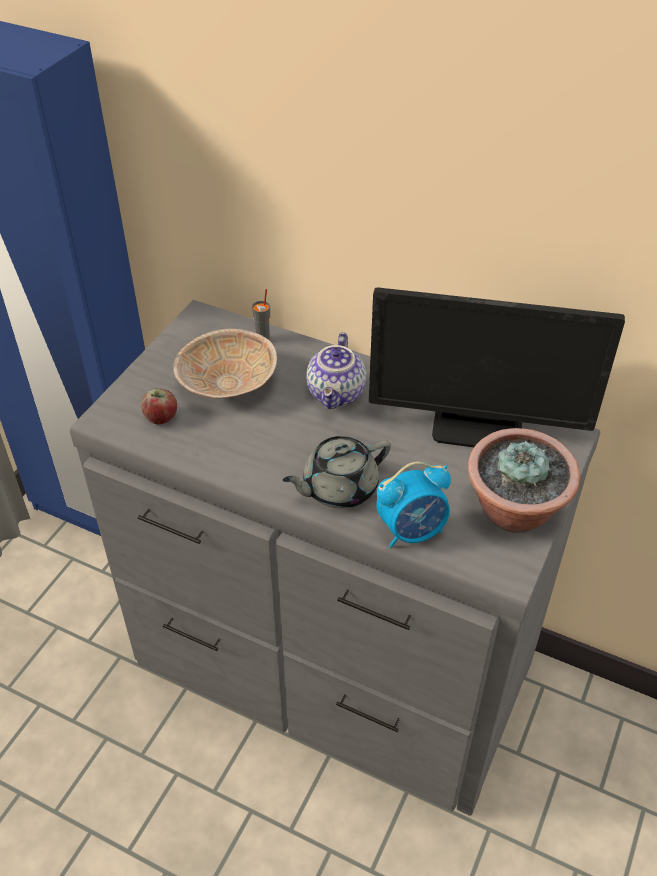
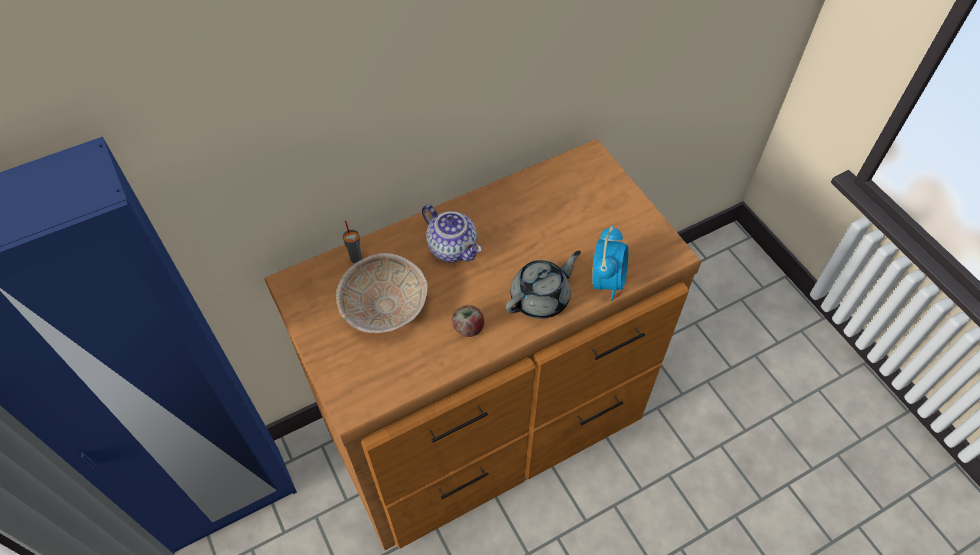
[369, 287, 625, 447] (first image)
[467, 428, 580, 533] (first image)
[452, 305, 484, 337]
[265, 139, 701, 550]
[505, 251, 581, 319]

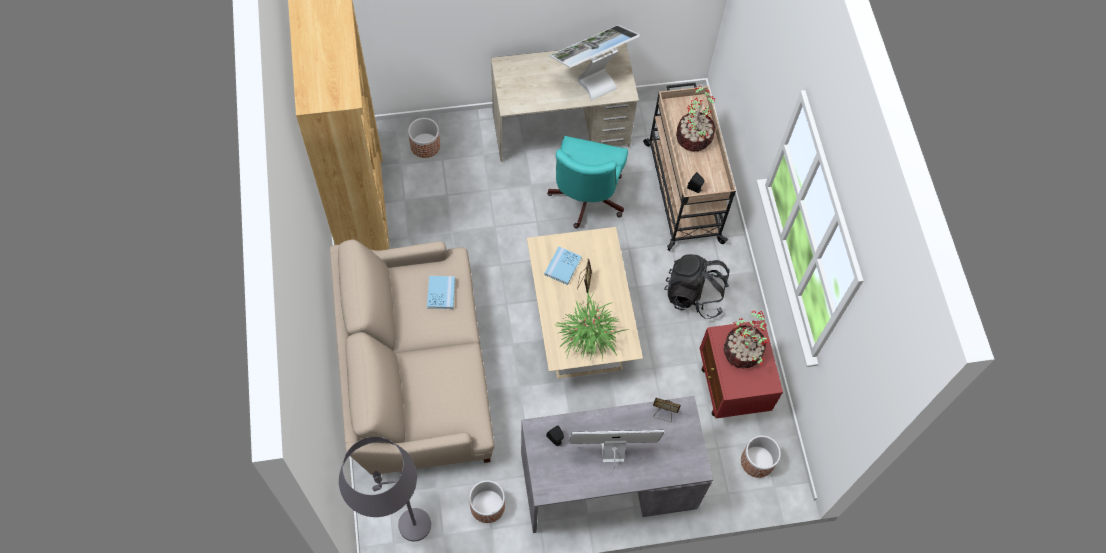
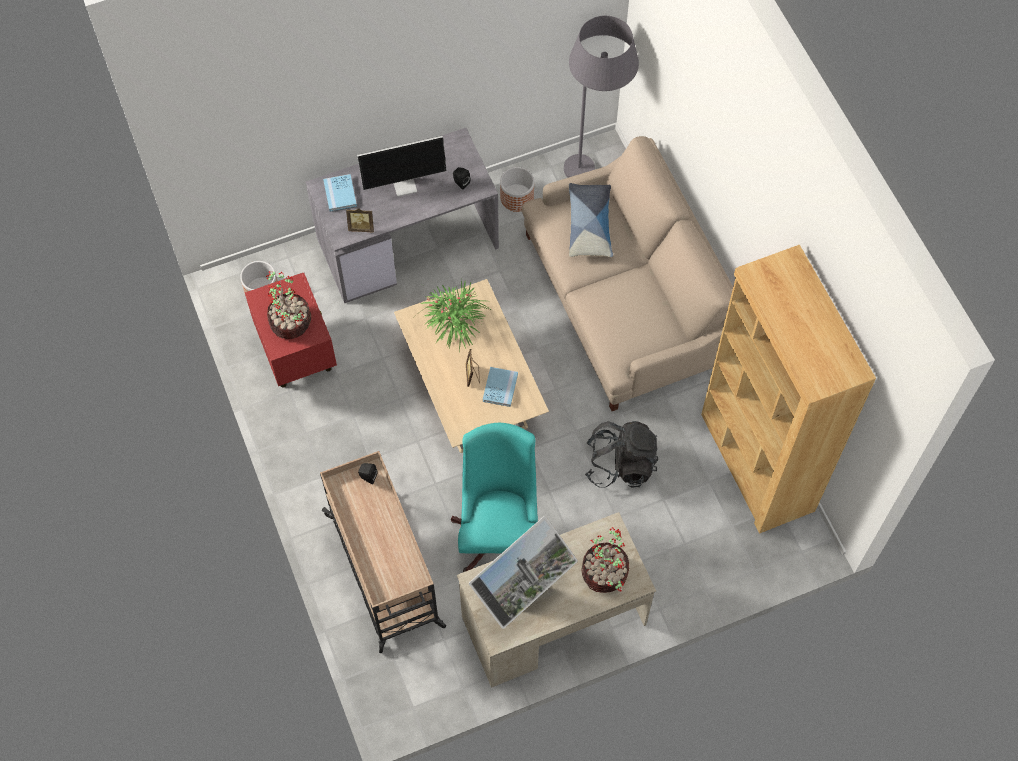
[408, 118, 440, 158] (first image)
[569, 183, 613, 257]
[323, 174, 357, 211]
[585, 421, 658, 488]
[581, 527, 629, 593]

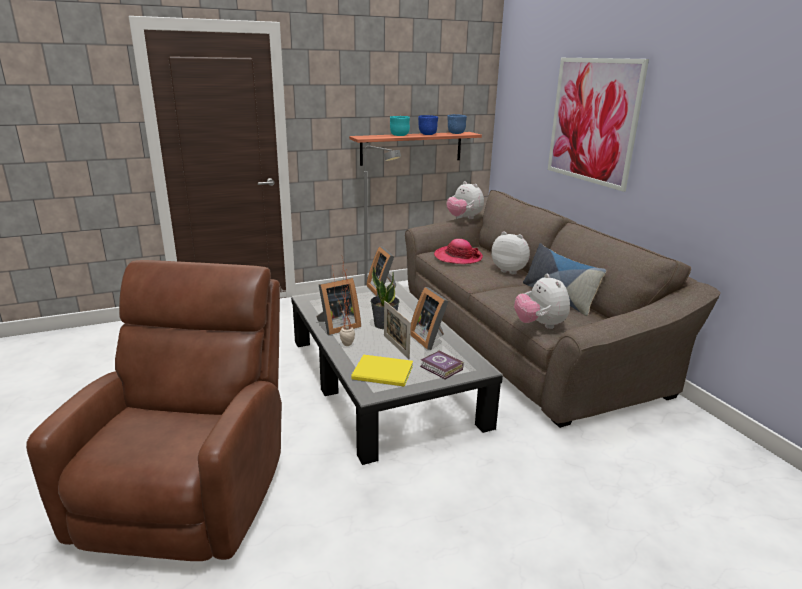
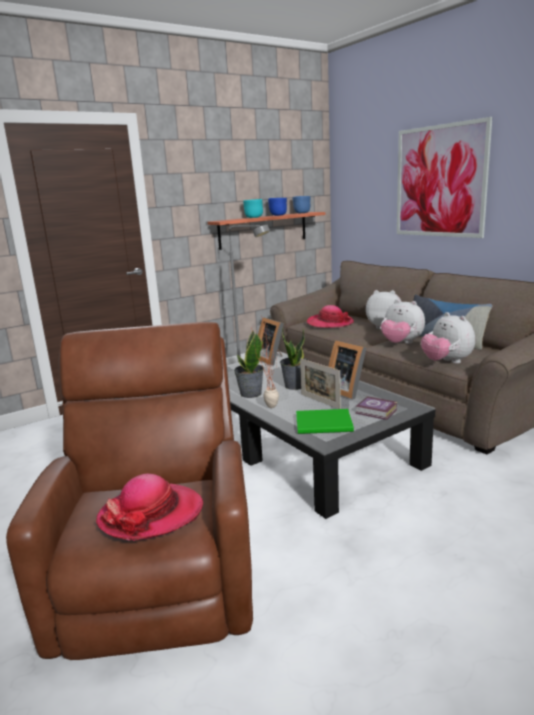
[96, 474, 203, 541]
[381, 299, 425, 344]
[234, 331, 264, 398]
[296, 409, 354, 434]

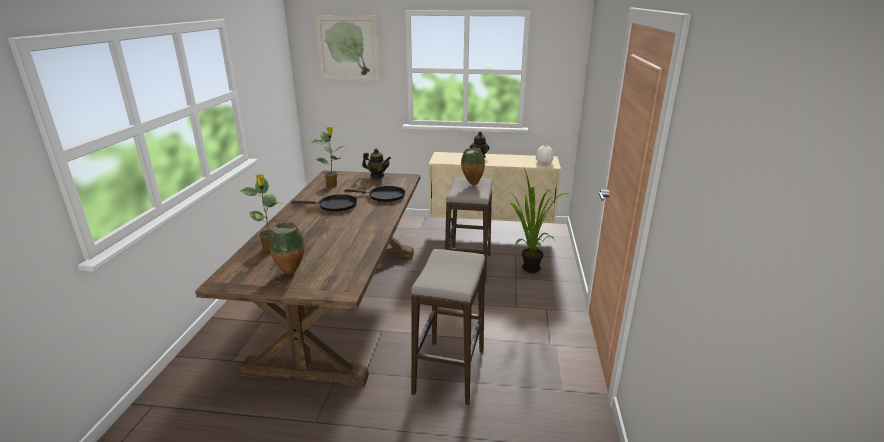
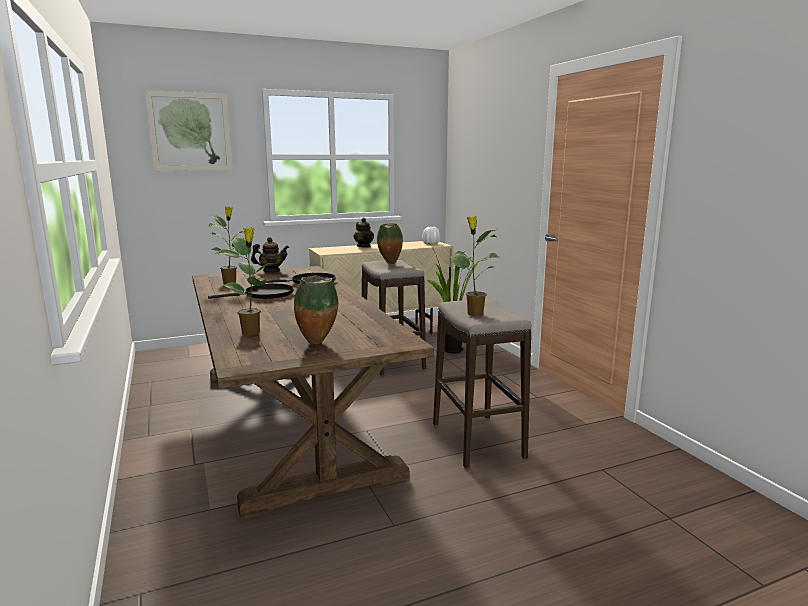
[450, 216, 499, 316]

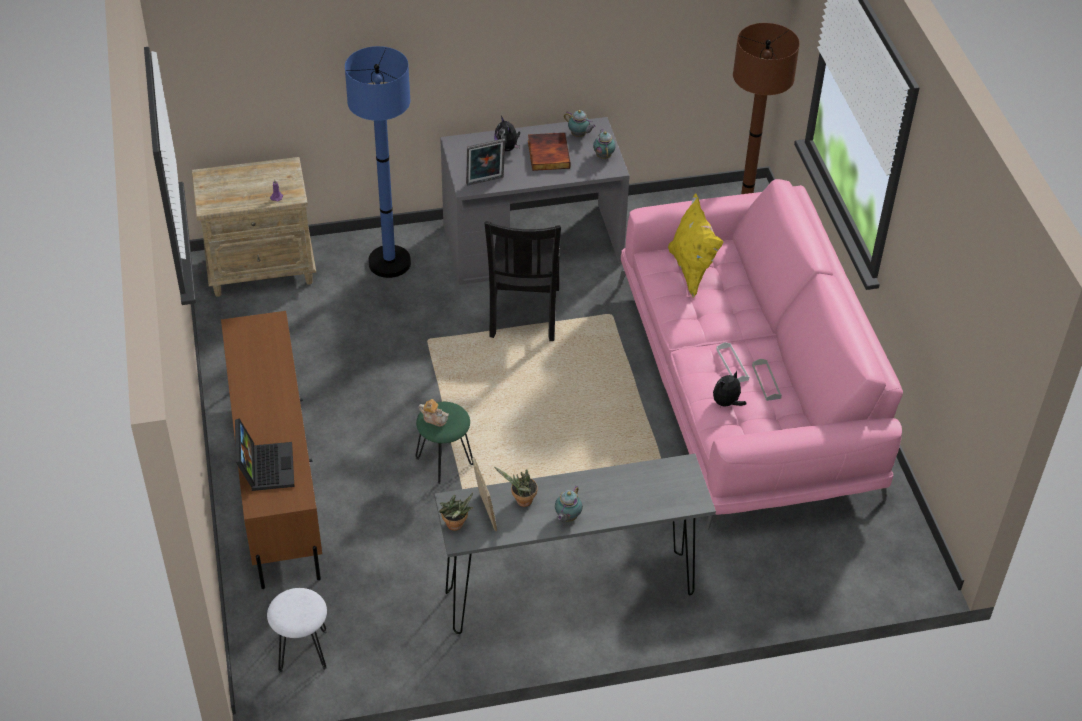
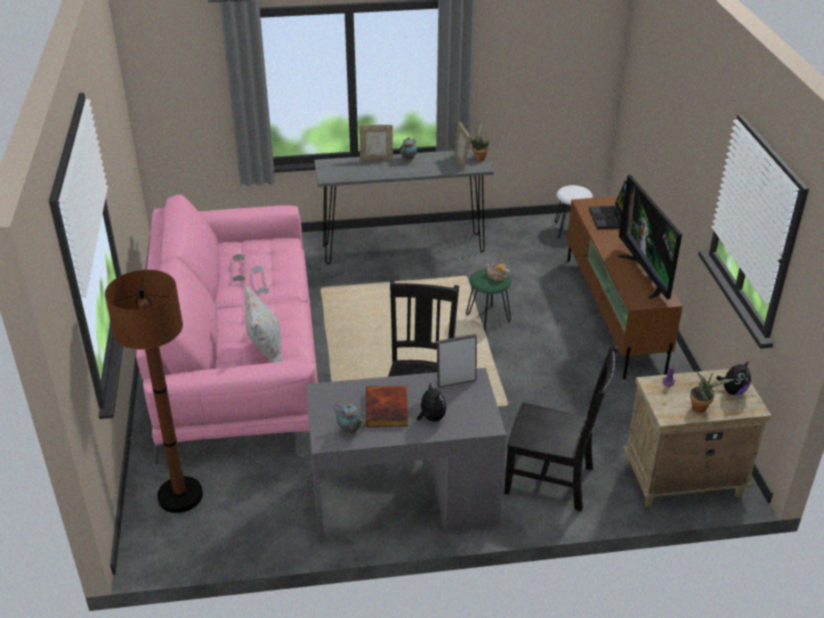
[593, 129, 616, 159] (first image)
[359, 125, 393, 161]
[618, 175, 682, 300]
[690, 371, 734, 413]
[716, 361, 751, 395]
[504, 346, 617, 512]
[244, 284, 282, 363]

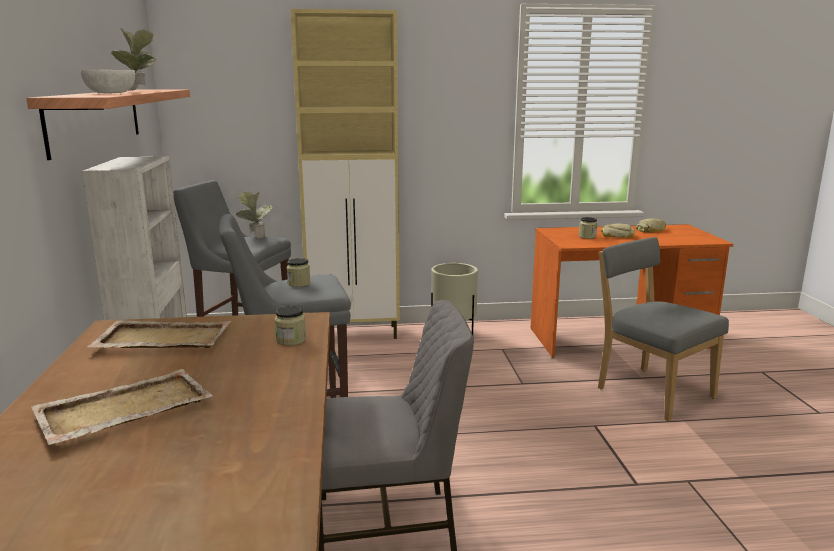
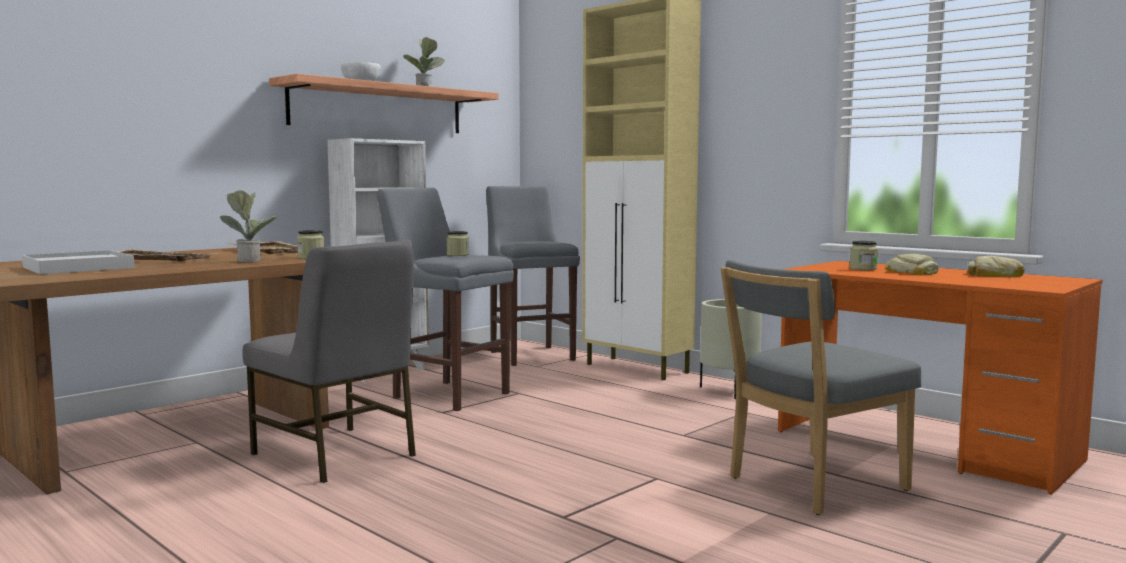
[22, 250, 135, 274]
[220, 190, 277, 262]
[720, 260, 921, 515]

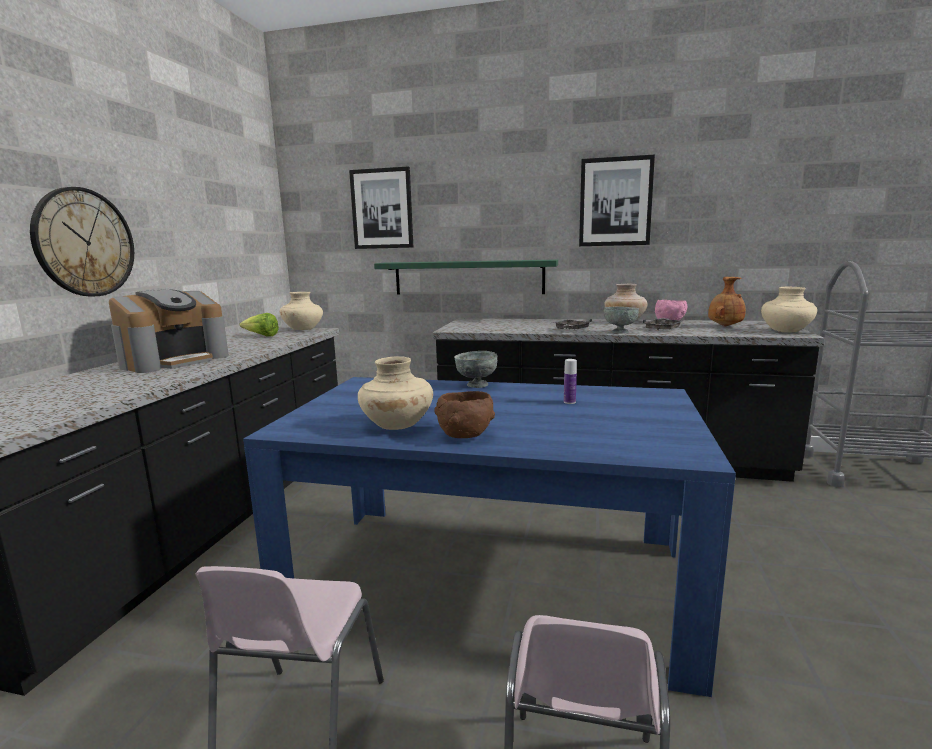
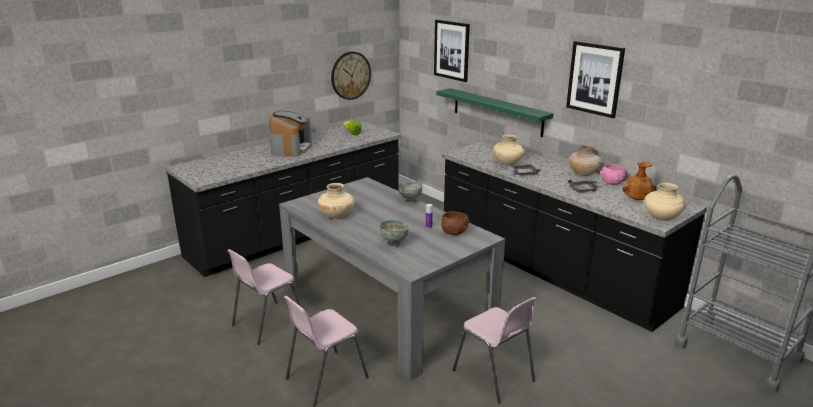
[453, 297, 537, 404]
[331, 52, 371, 100]
[493, 135, 524, 165]
[441, 211, 469, 236]
[380, 220, 409, 248]
[279, 177, 505, 381]
[269, 109, 312, 157]

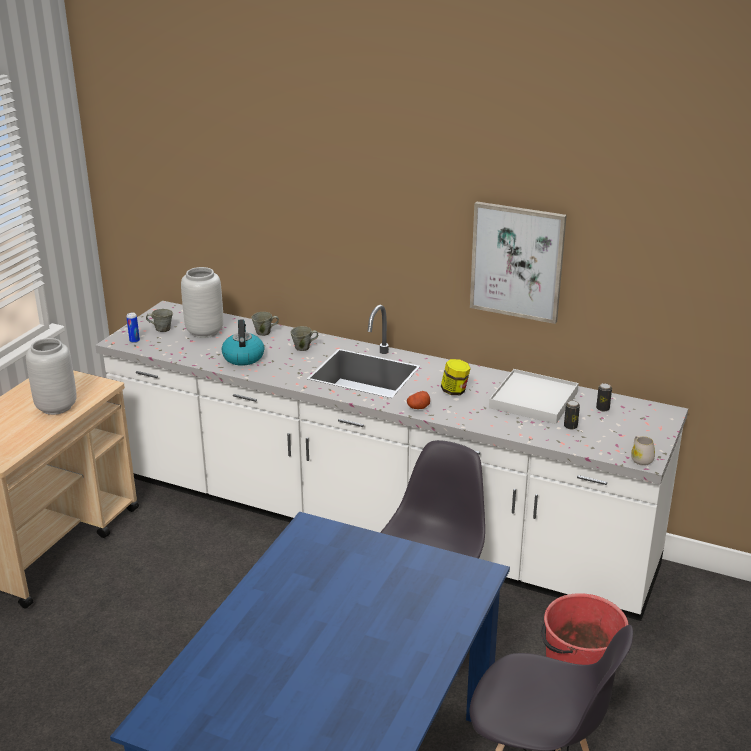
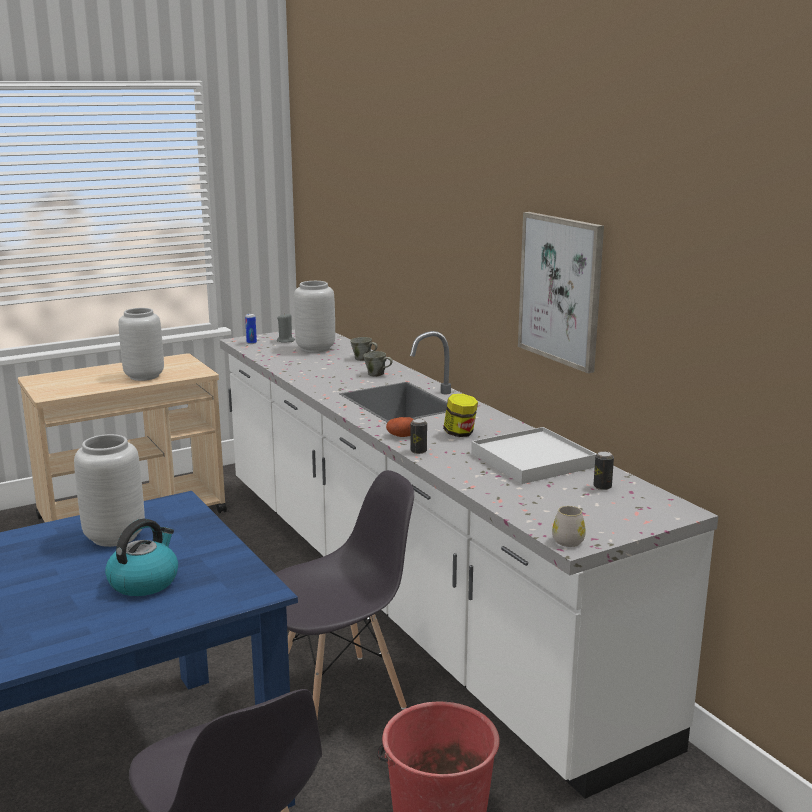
[74, 434, 145, 547]
[105, 519, 178, 596]
[411, 418, 427, 454]
[277, 313, 295, 343]

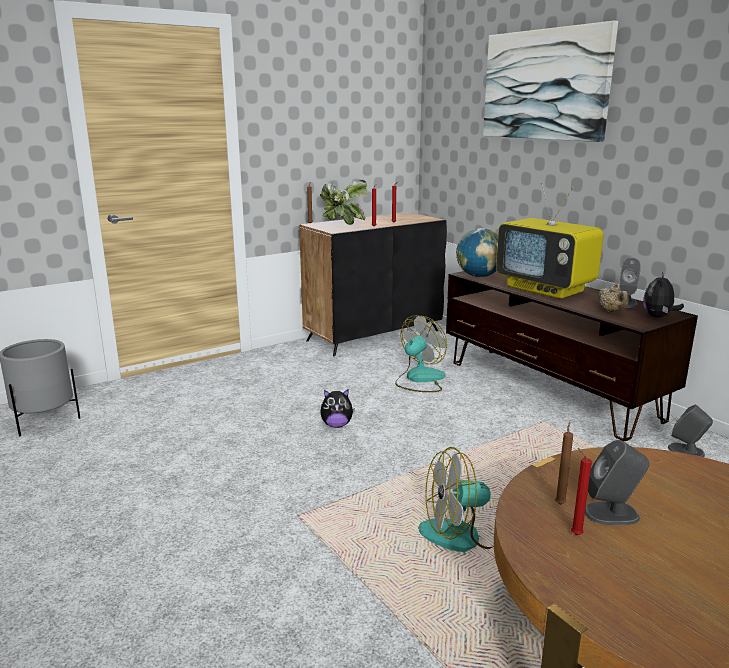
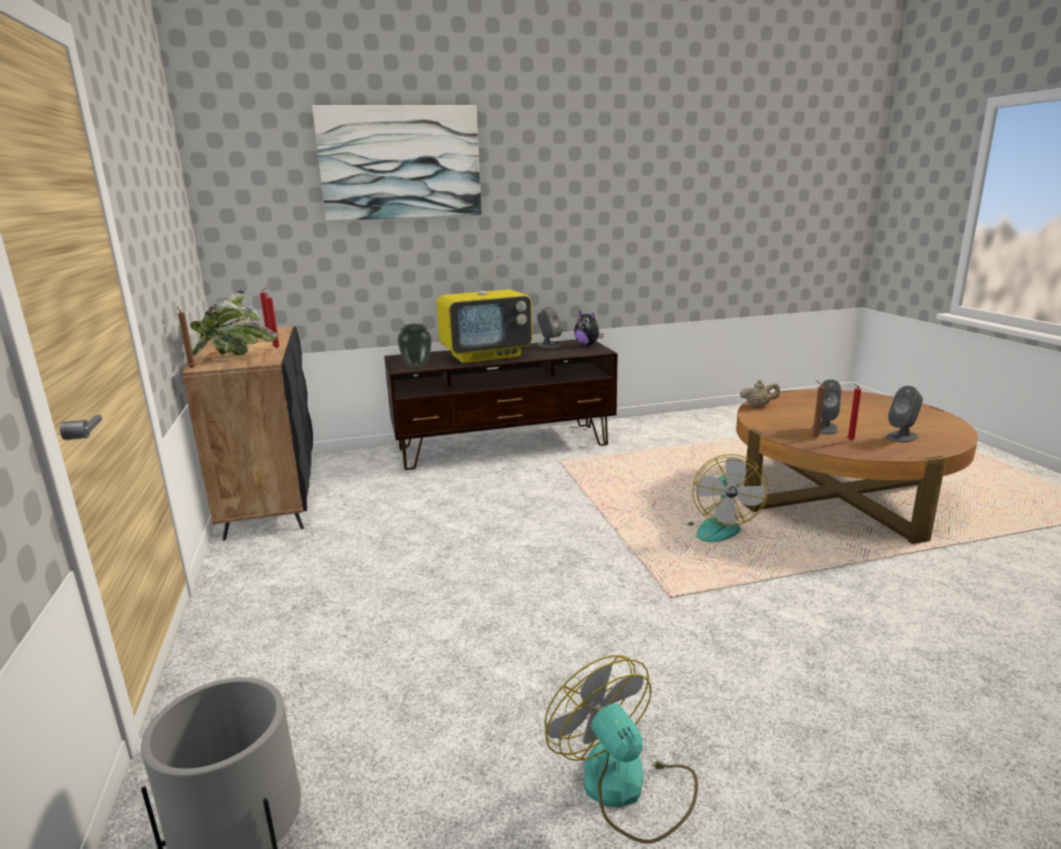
[320, 389, 355, 428] (first image)
[545, 655, 698, 844]
[740, 380, 780, 407]
[886, 386, 923, 443]
[397, 324, 432, 369]

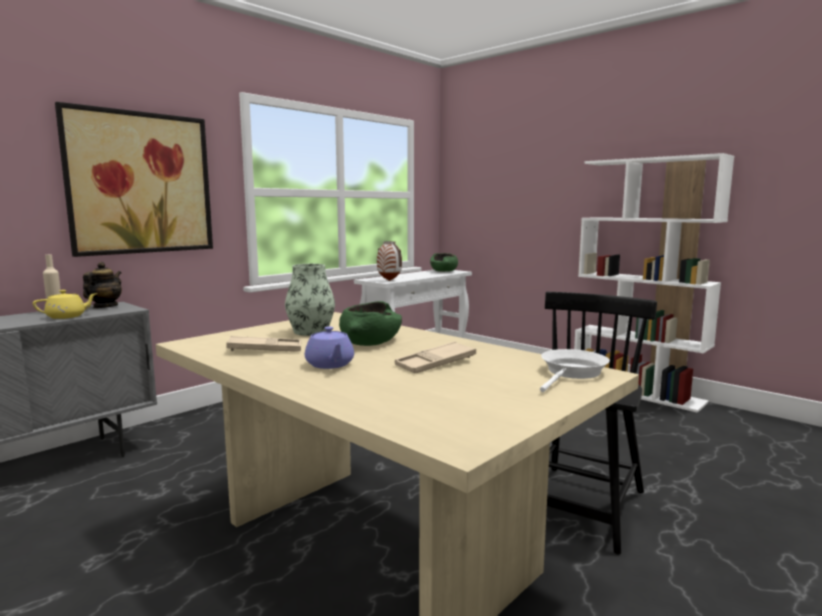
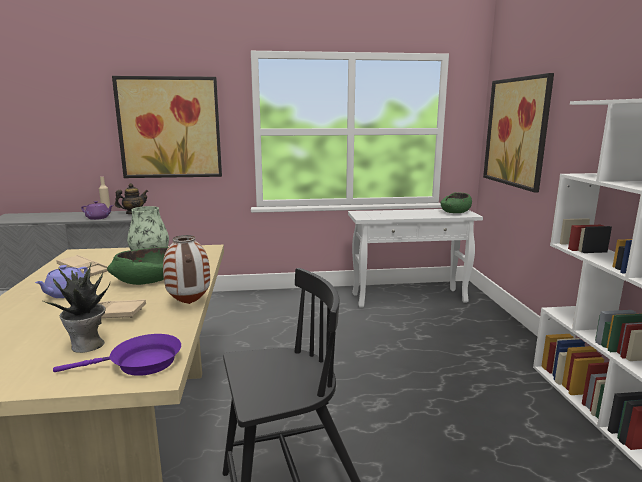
[42, 264, 110, 353]
[483, 73, 554, 193]
[163, 235, 210, 304]
[81, 201, 114, 220]
[53, 334, 181, 376]

